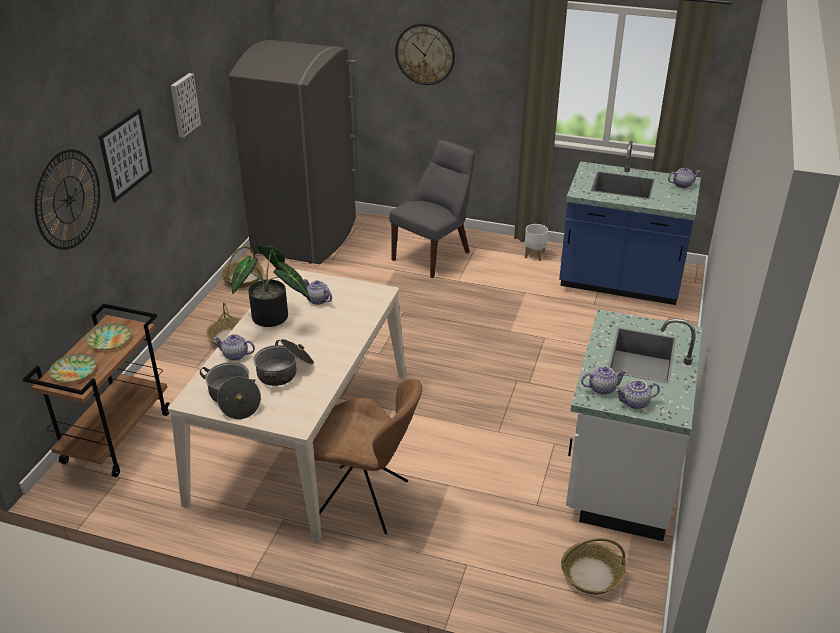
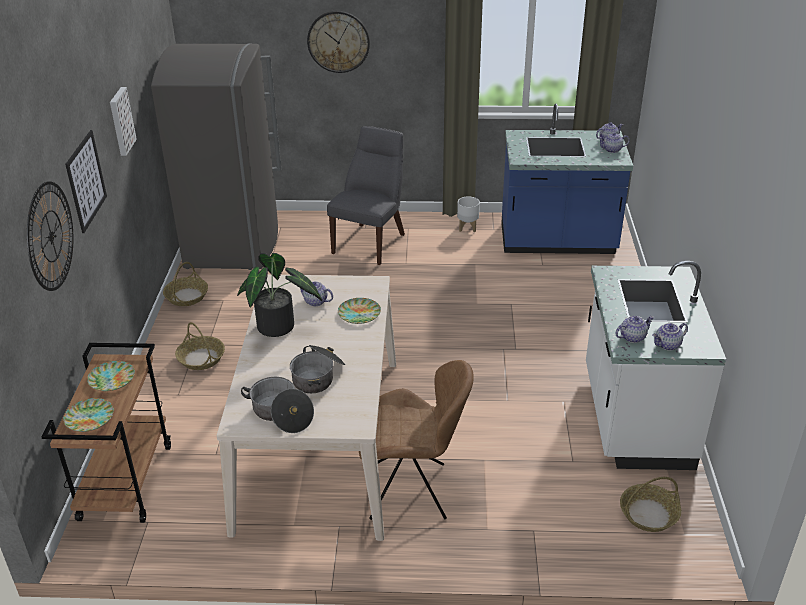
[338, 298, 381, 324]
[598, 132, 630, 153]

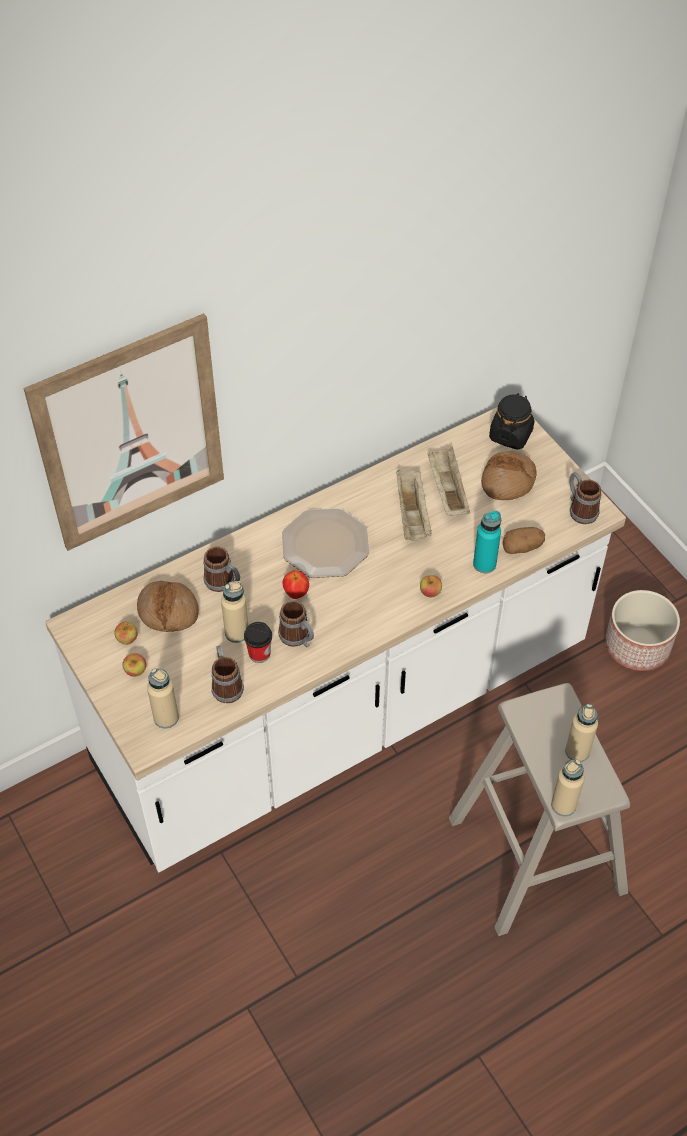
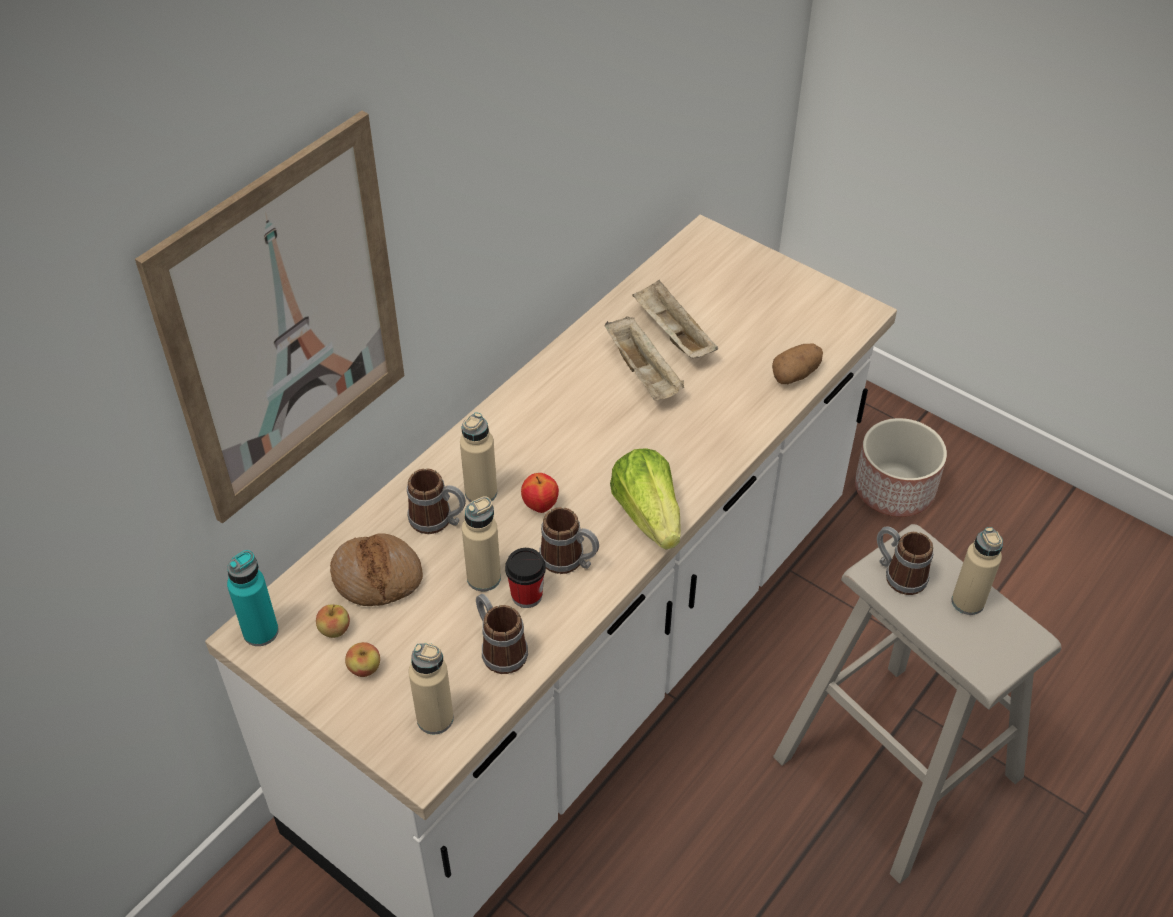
[282, 508, 369, 578] (first image)
[420, 575, 442, 597] (first image)
[481, 451, 536, 500] (first image)
[489, 393, 534, 450] (first image)
[610, 448, 681, 550]
[227, 550, 279, 646]
[460, 412, 497, 502]
[877, 526, 934, 595]

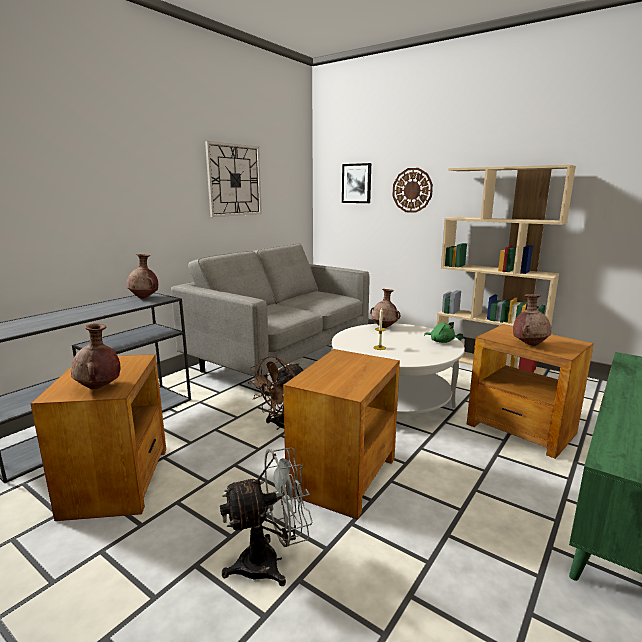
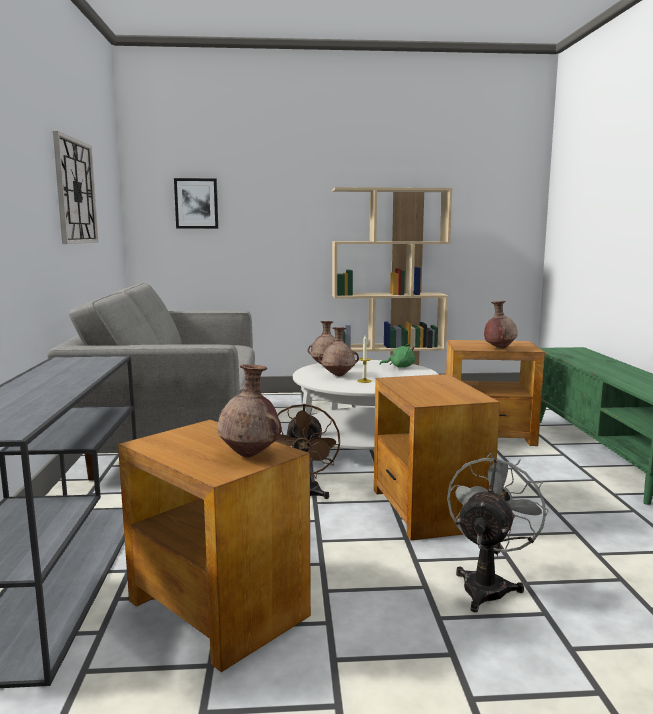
[392, 168, 433, 213] (first image)
[318, 327, 359, 376]

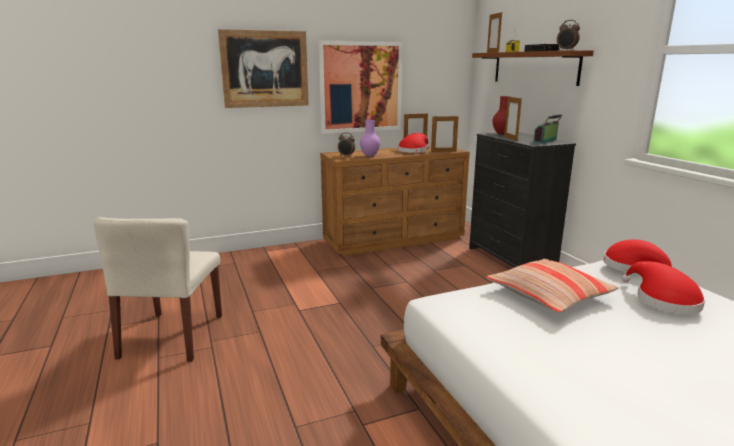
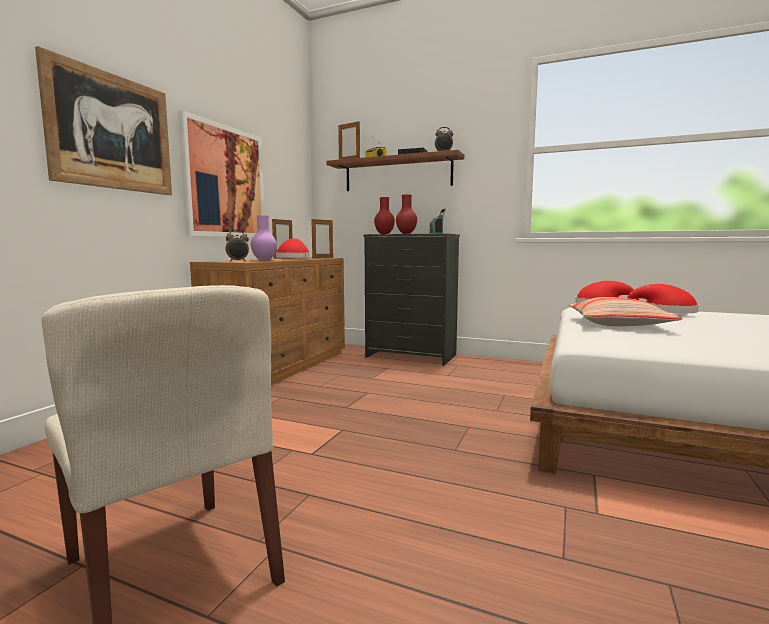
[396, 195, 417, 234]

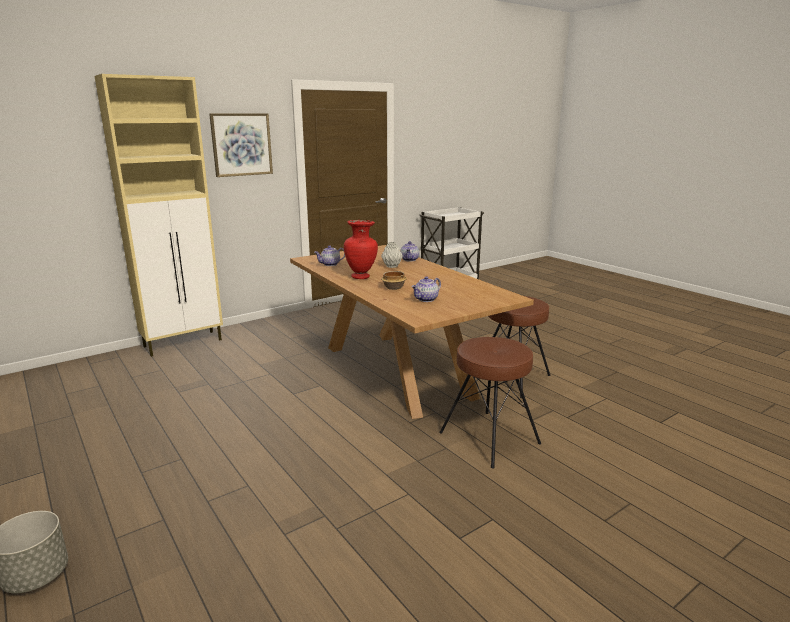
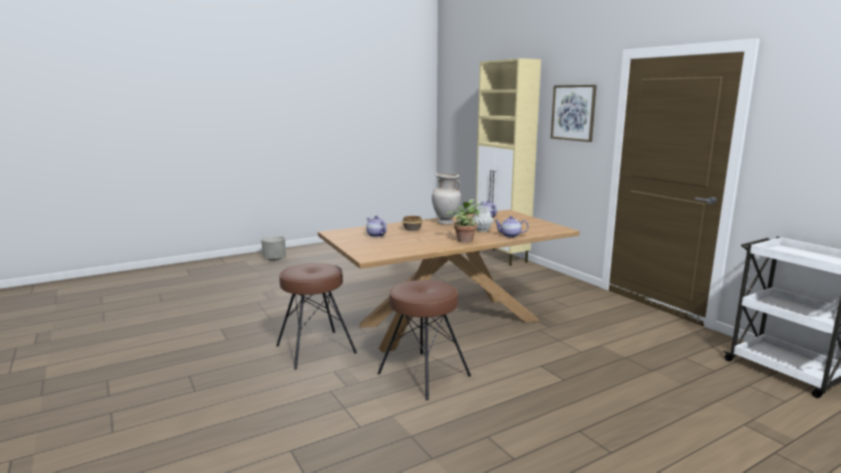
[446, 199, 482, 243]
[432, 173, 461, 225]

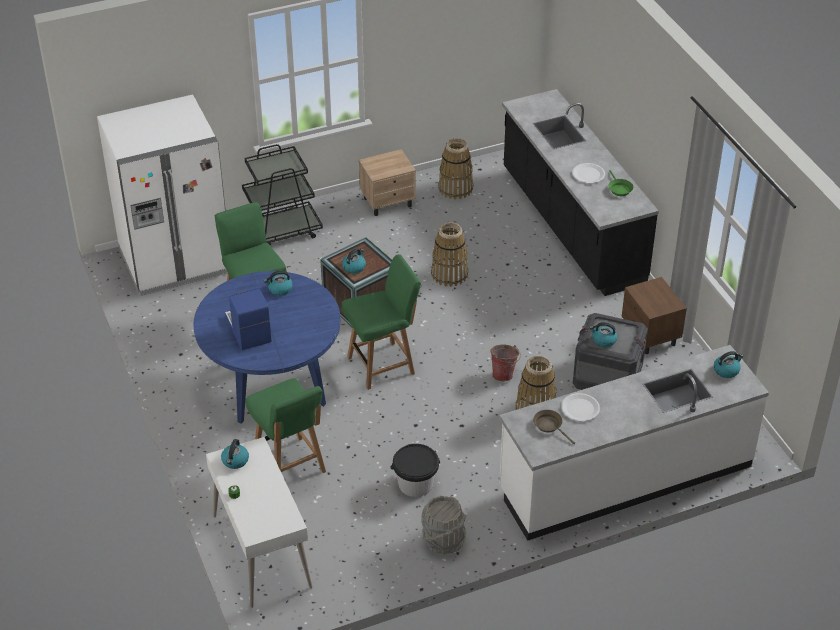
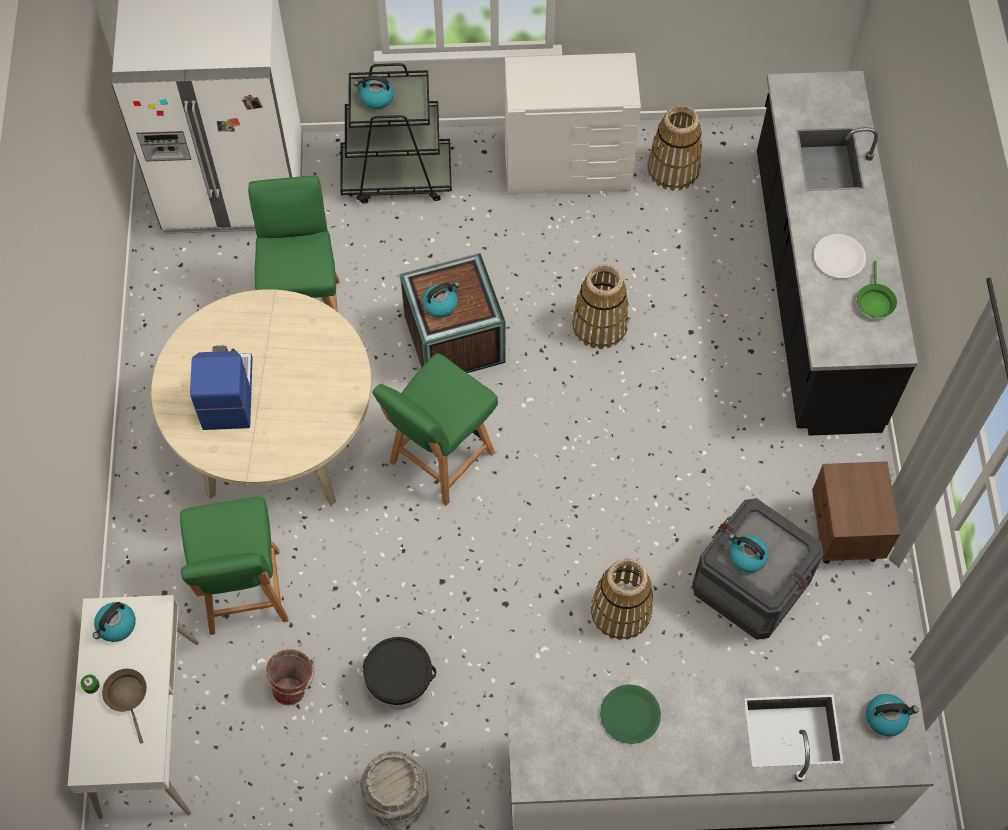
[354, 75, 394, 109]
[266, 649, 315, 705]
[102, 669, 147, 744]
[505, 53, 641, 195]
[151, 289, 372, 505]
[600, 684, 661, 744]
[372, 353, 498, 506]

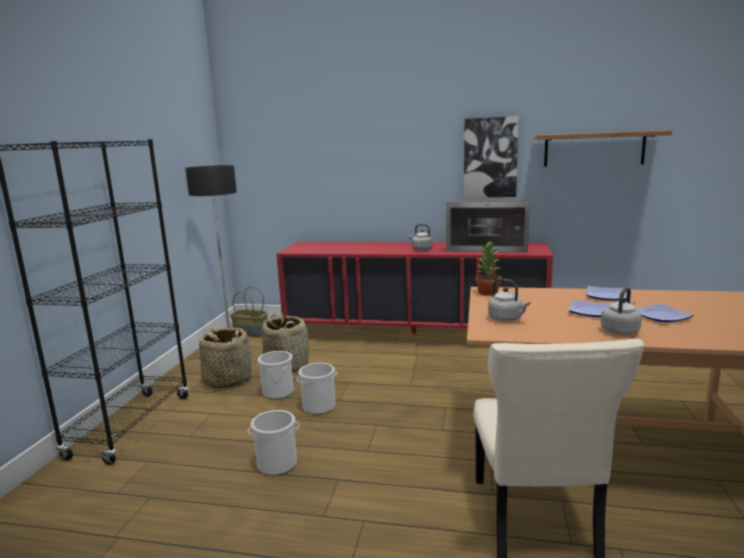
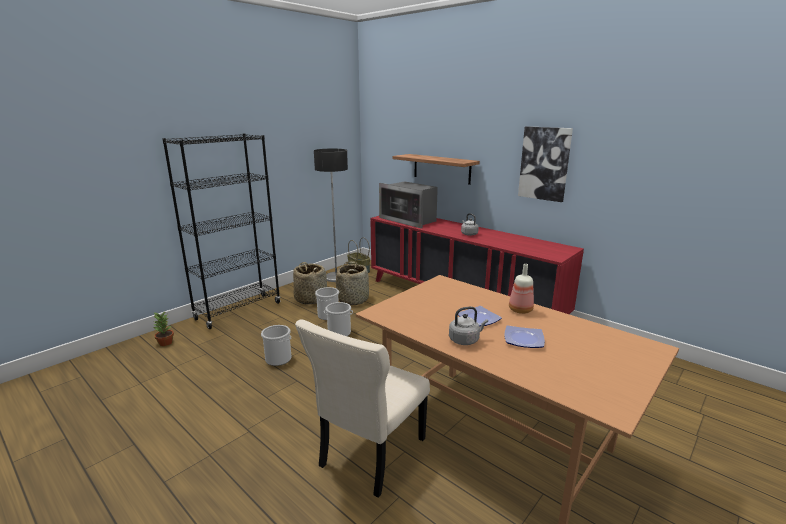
[488, 278, 530, 321] (first image)
[379, 182, 438, 228]
[154, 311, 174, 346]
[393, 154, 480, 185]
[509, 264, 534, 314]

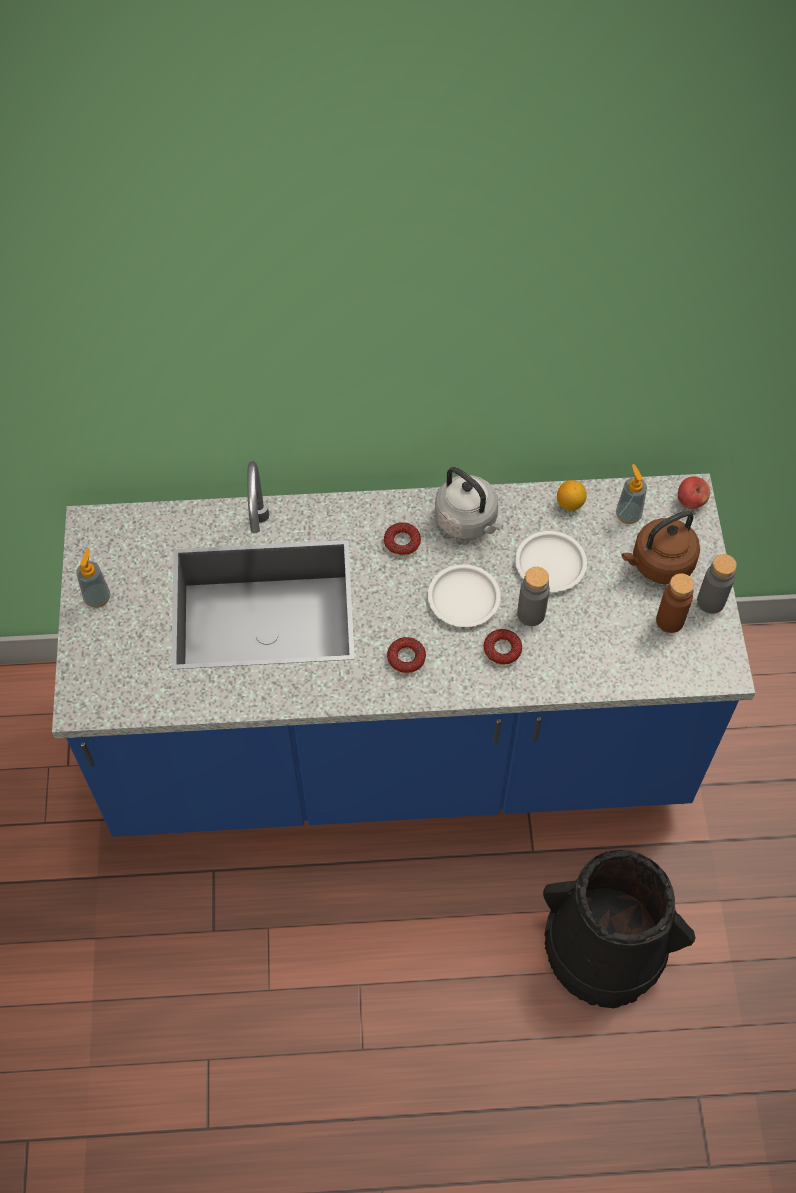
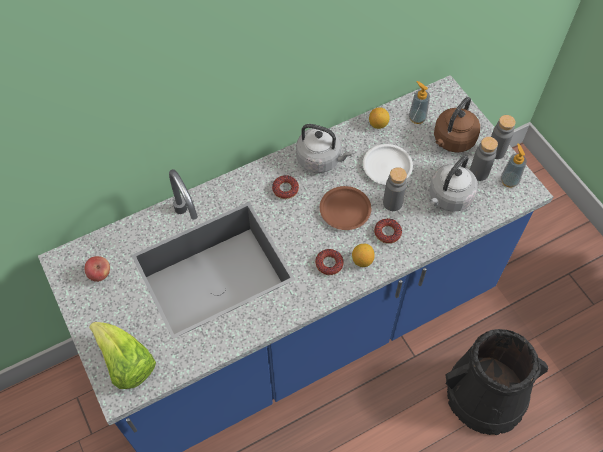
[89, 322, 156, 389]
[352, 244, 375, 267]
[429, 155, 478, 212]
[501, 144, 527, 188]
[85, 256, 110, 282]
[320, 186, 371, 230]
[470, 137, 498, 181]

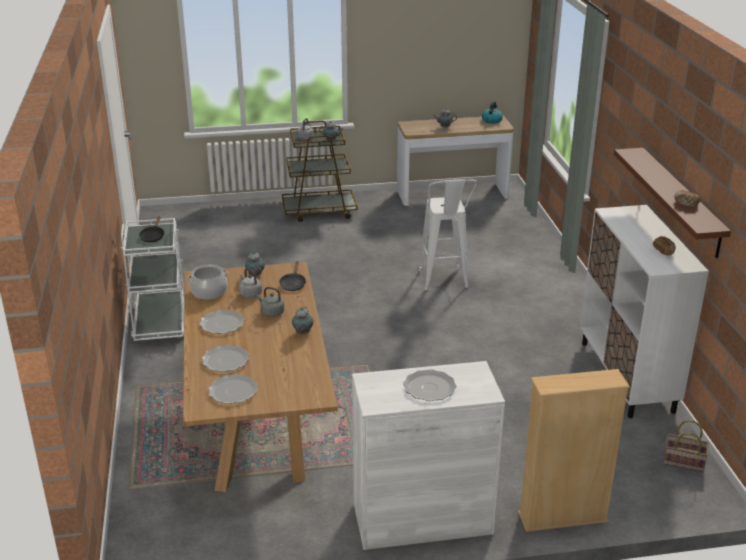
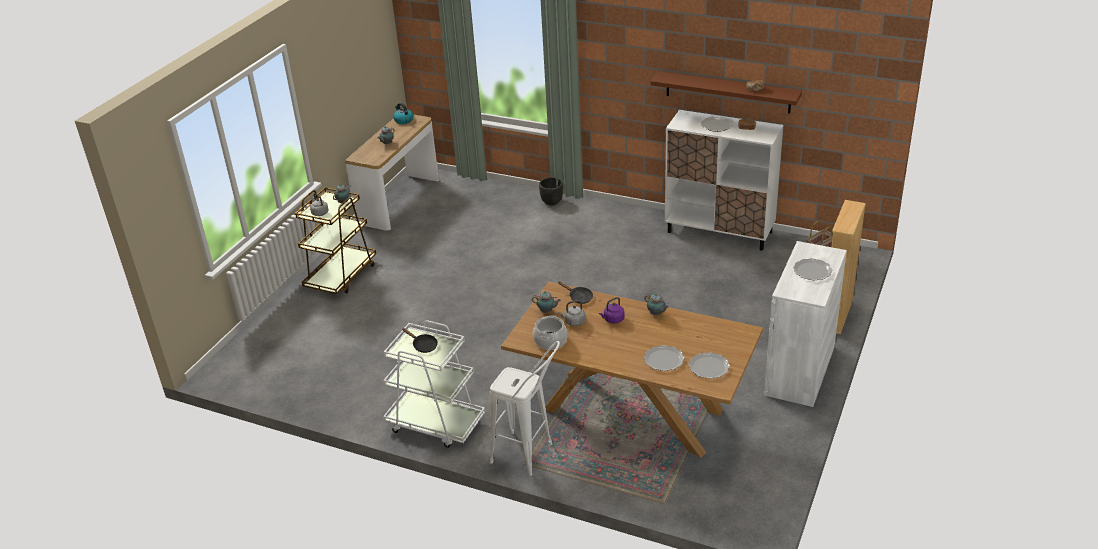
[539, 177, 563, 206]
[701, 116, 733, 132]
[490, 341, 560, 476]
[599, 297, 625, 324]

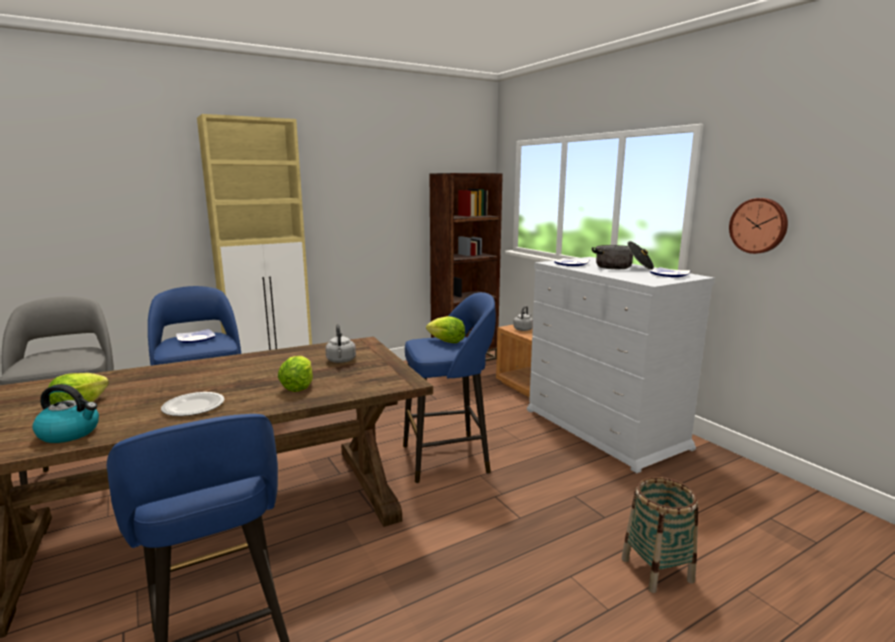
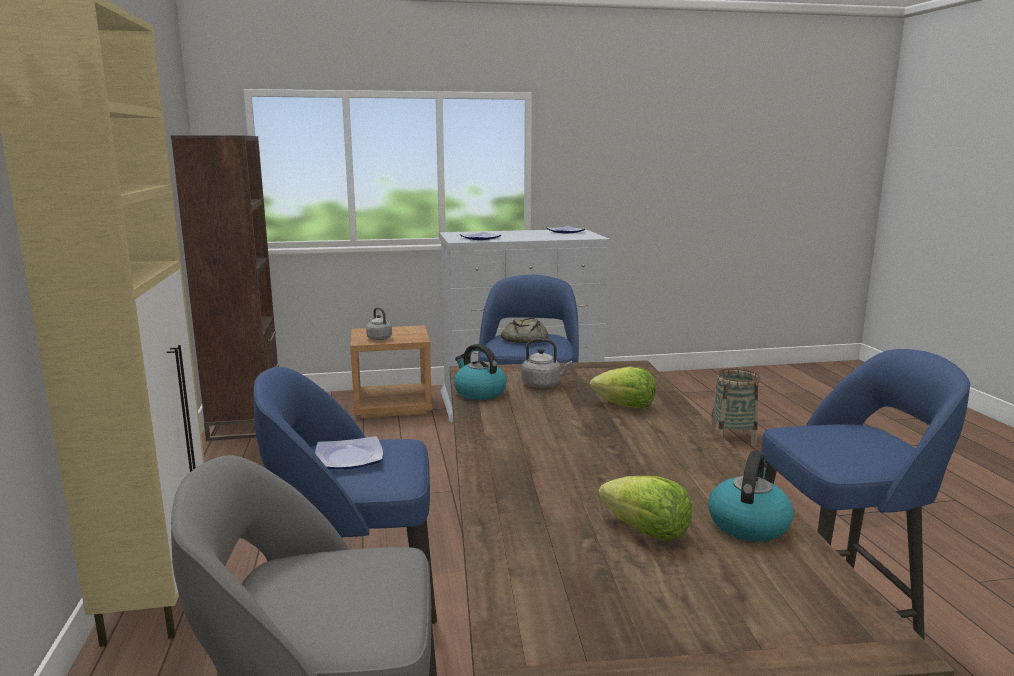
[161, 392, 224, 416] (first image)
[592, 241, 654, 270] (first image)
[729, 198, 788, 254] (first image)
[454, 344, 507, 400]
[501, 318, 548, 343]

